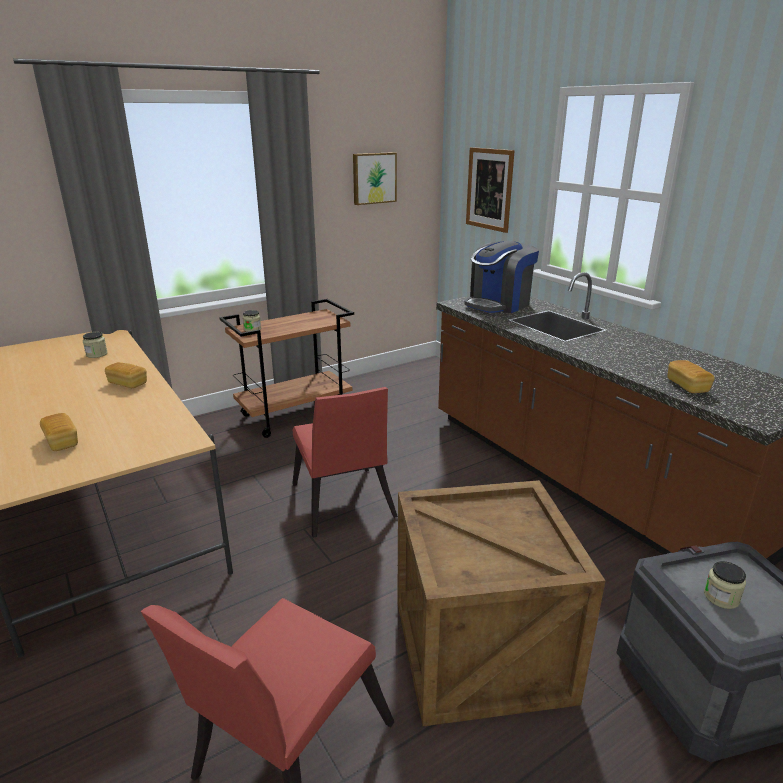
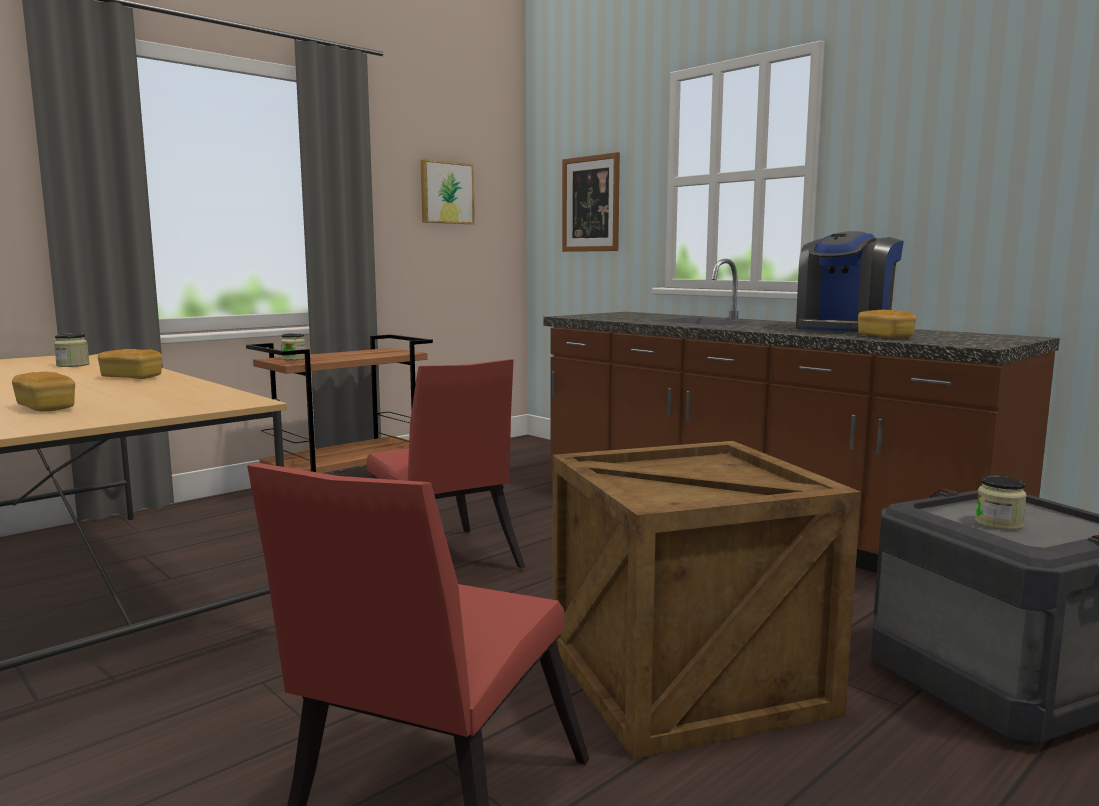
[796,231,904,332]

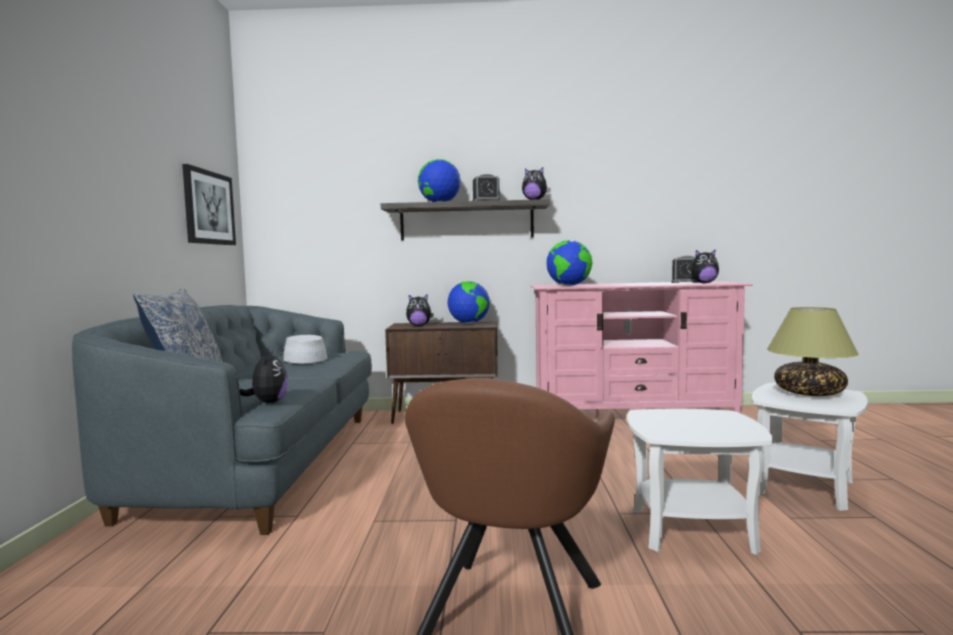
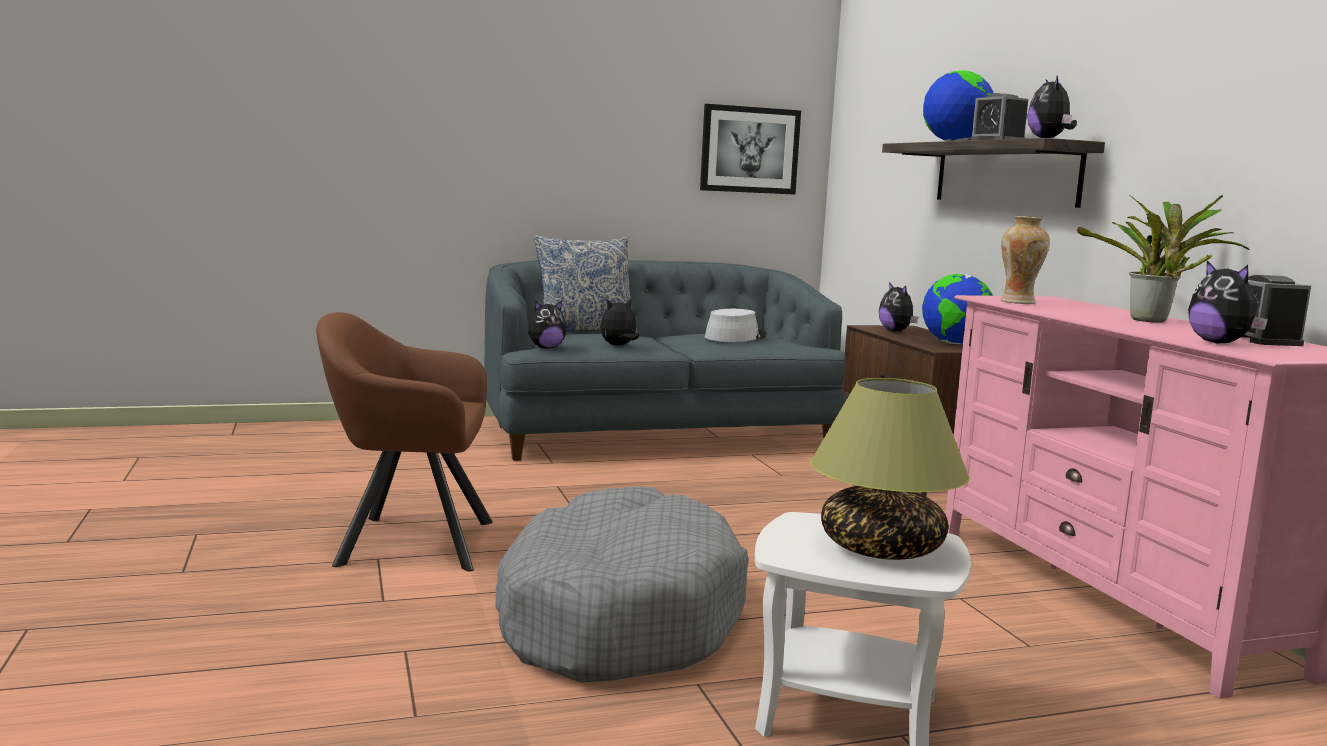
[600,299,639,346]
[1077,195,1249,323]
[1000,216,1050,304]
[496,486,749,682]

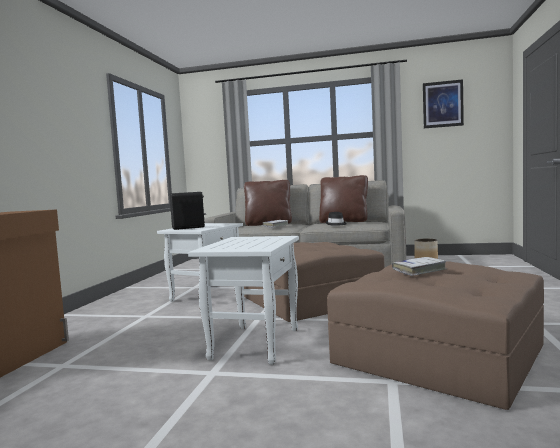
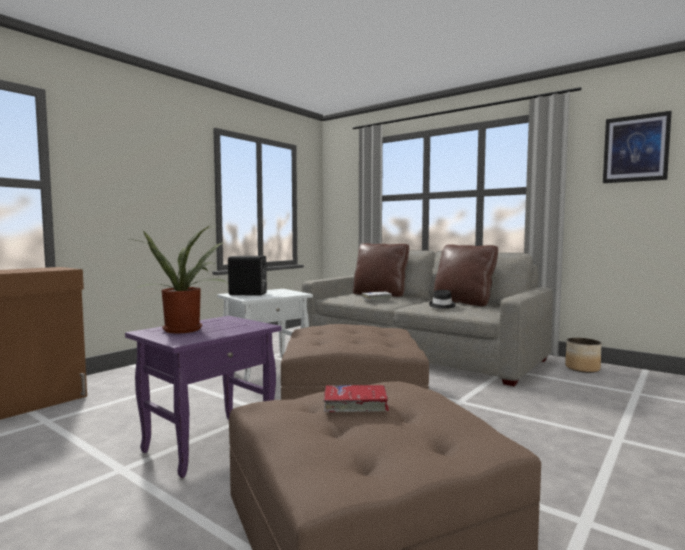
[129,226,227,333]
[125,316,281,478]
[323,385,389,412]

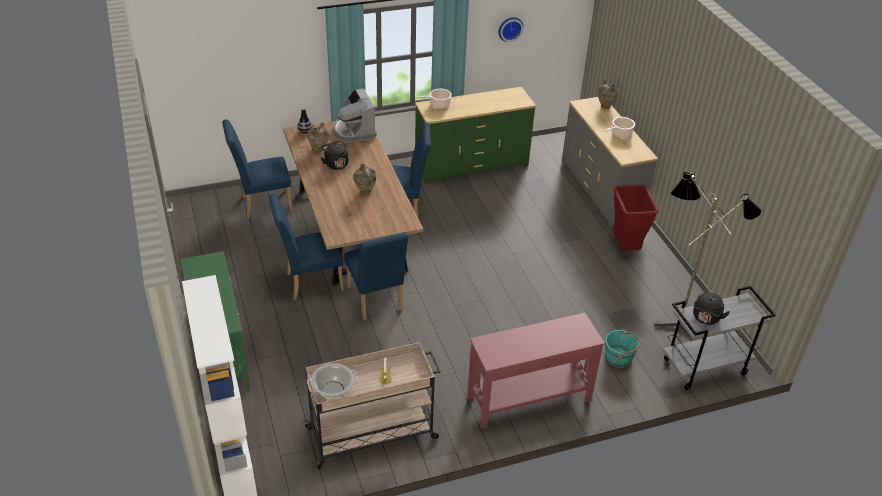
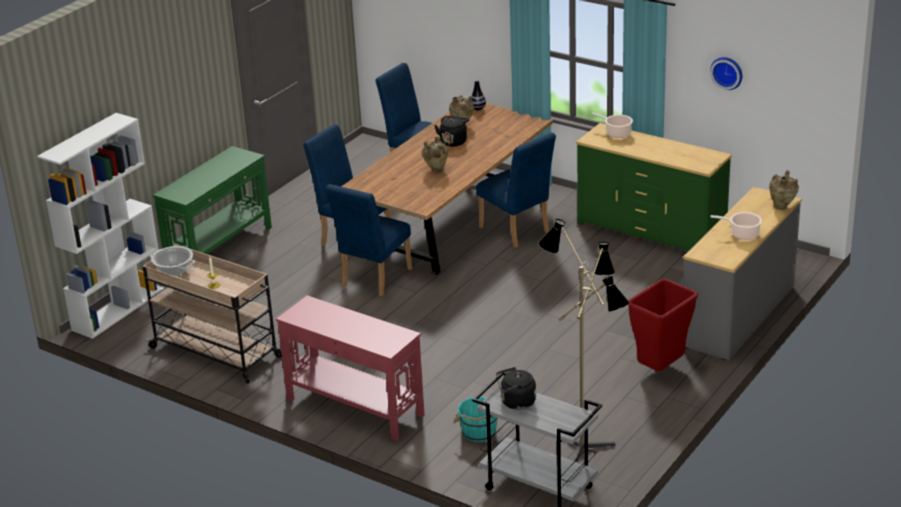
[333,89,377,143] (first image)

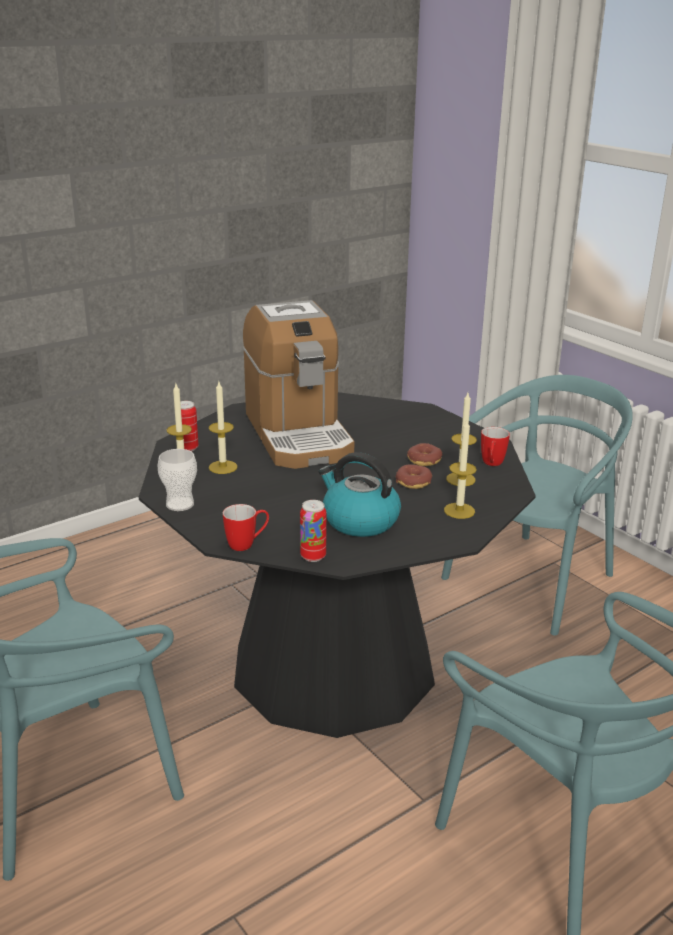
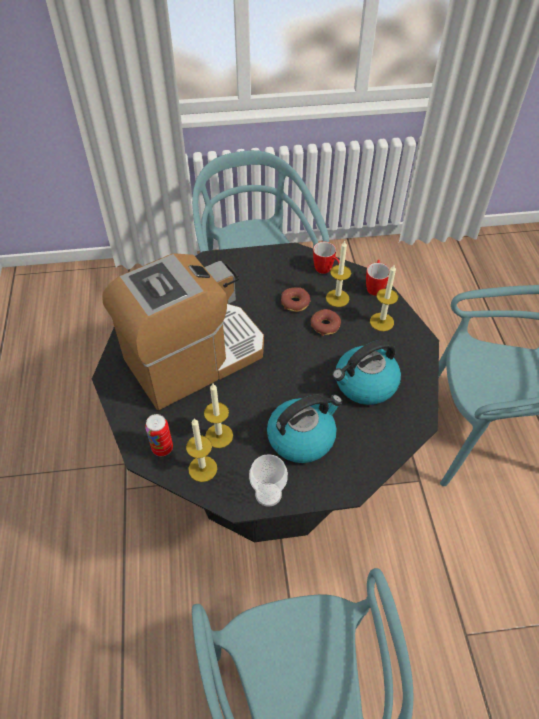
[300,500,327,562] (first image)
[267,395,342,463]
[366,260,390,296]
[102,253,264,410]

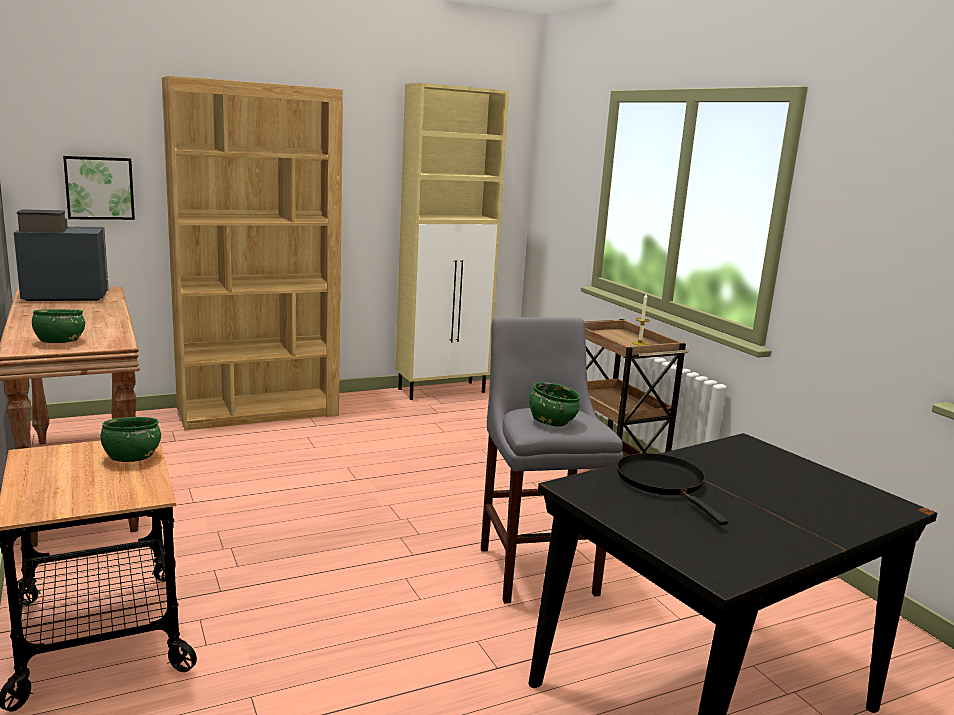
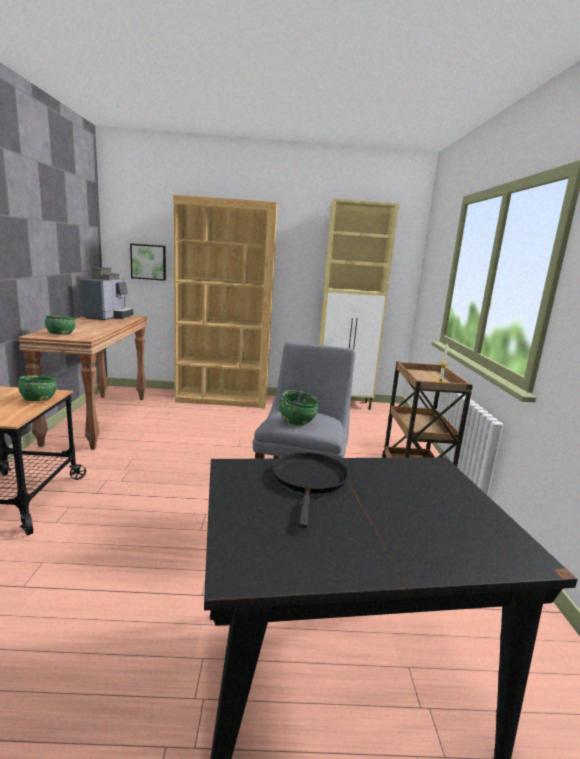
[80,267,134,320]

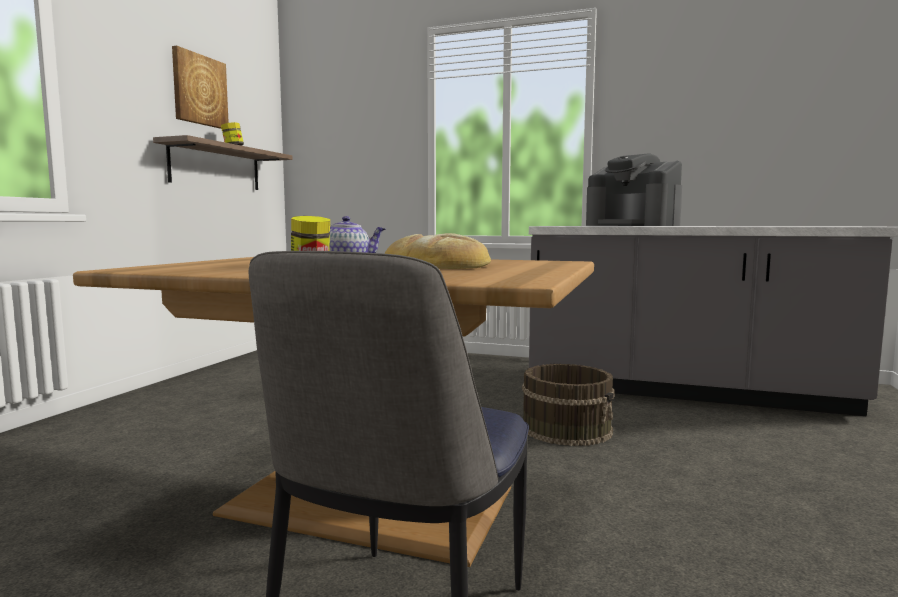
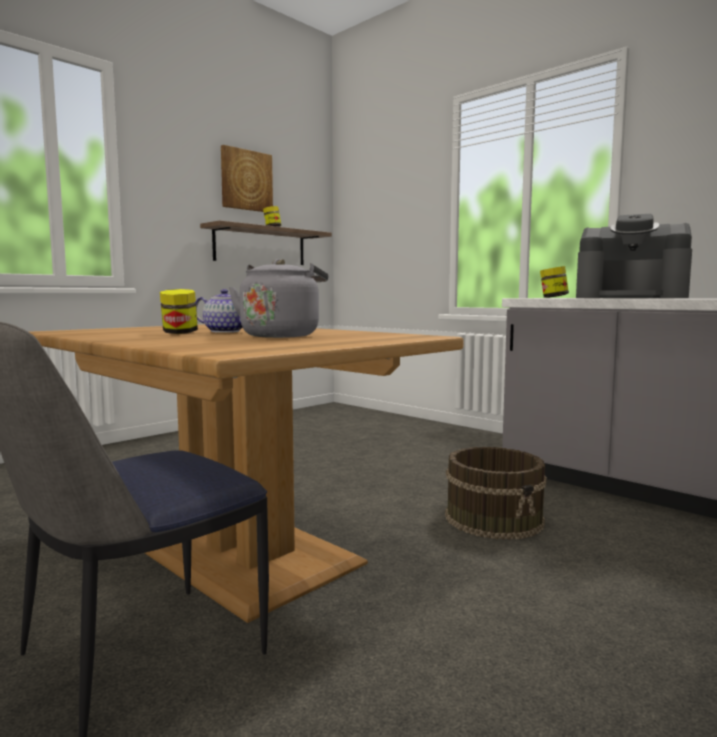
[540,266,569,298]
[229,259,328,338]
[576,214,692,298]

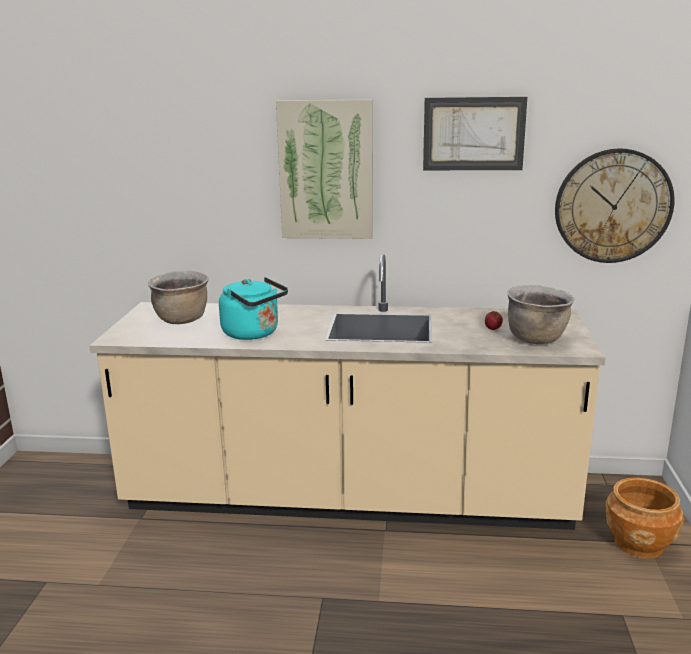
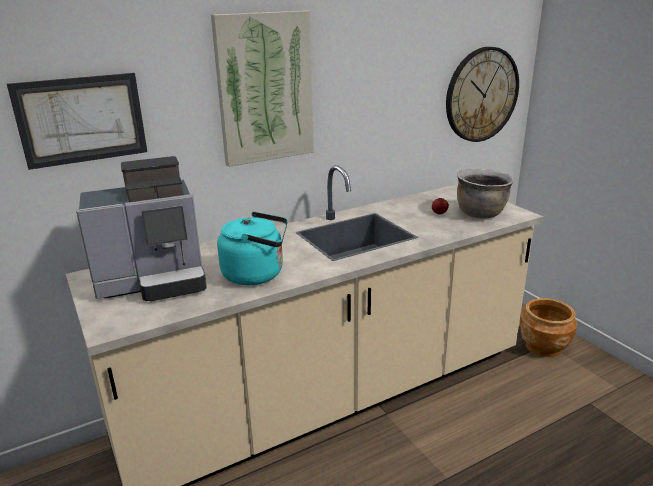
[7,73,147,170]
[76,156,207,301]

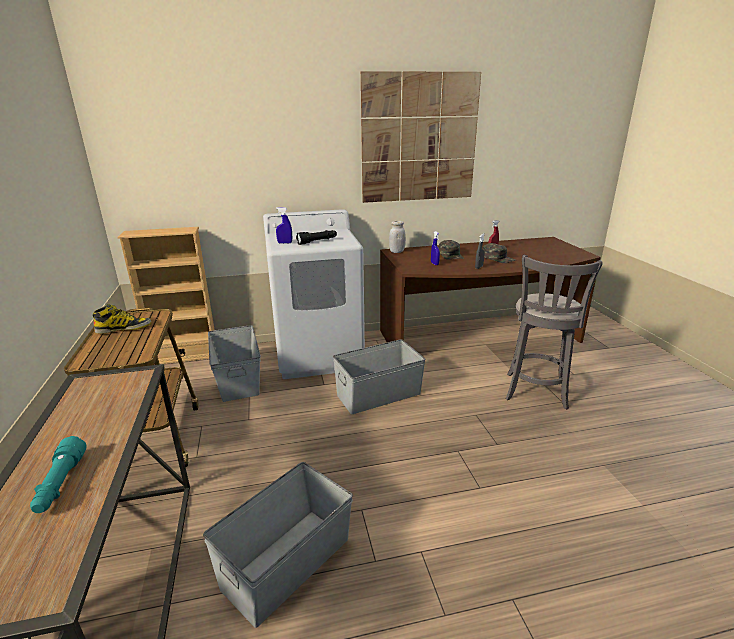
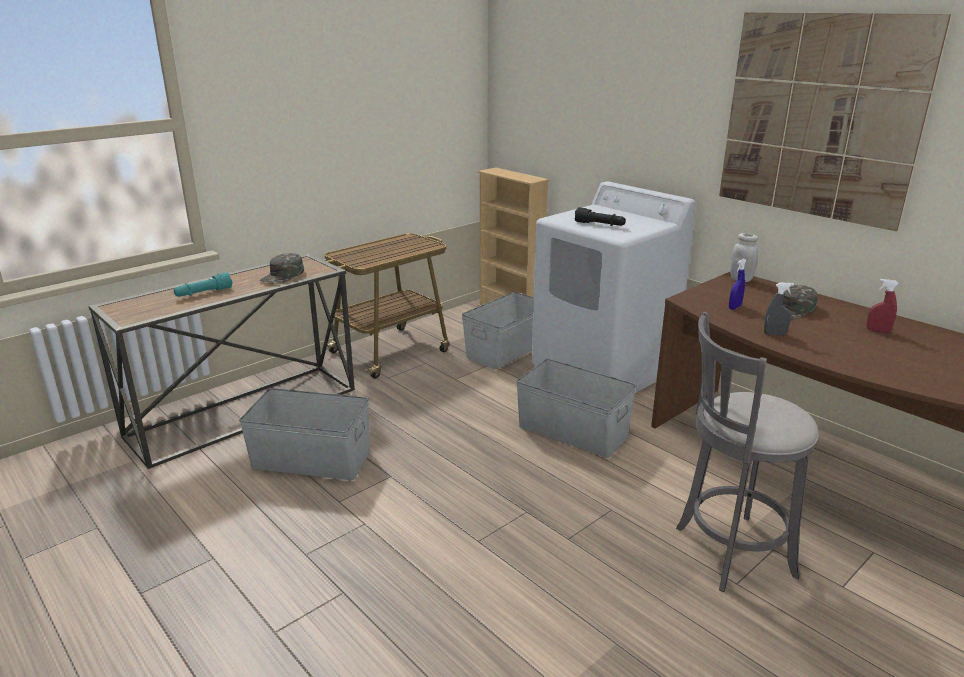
[93,304,152,334] (first image)
[276,207,292,244] (first image)
[260,253,304,284]

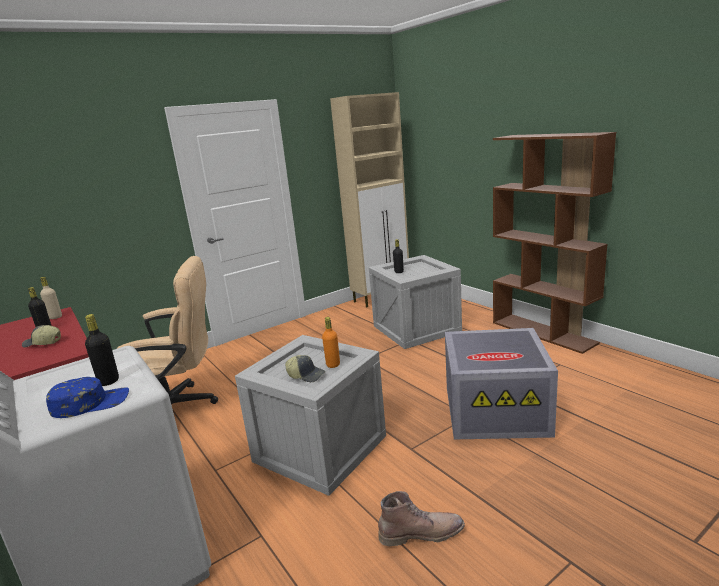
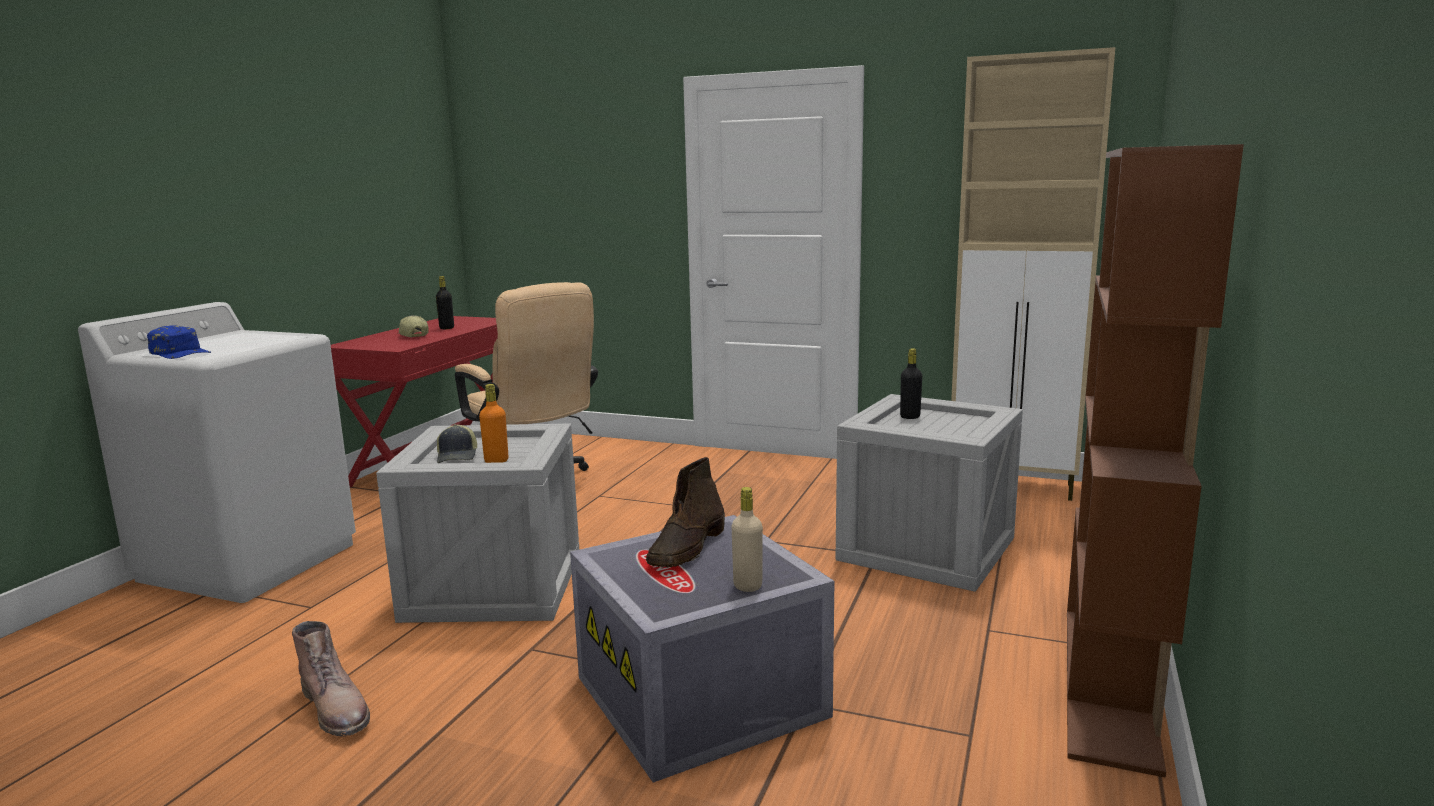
[85,314,119,386] (first image)
[646,457,725,567]
[731,487,763,592]

